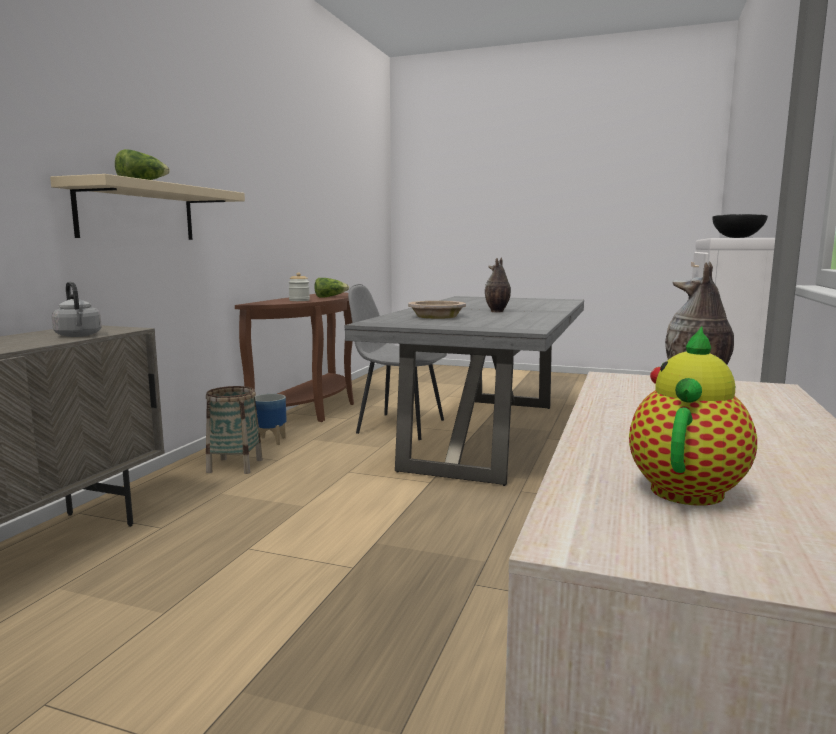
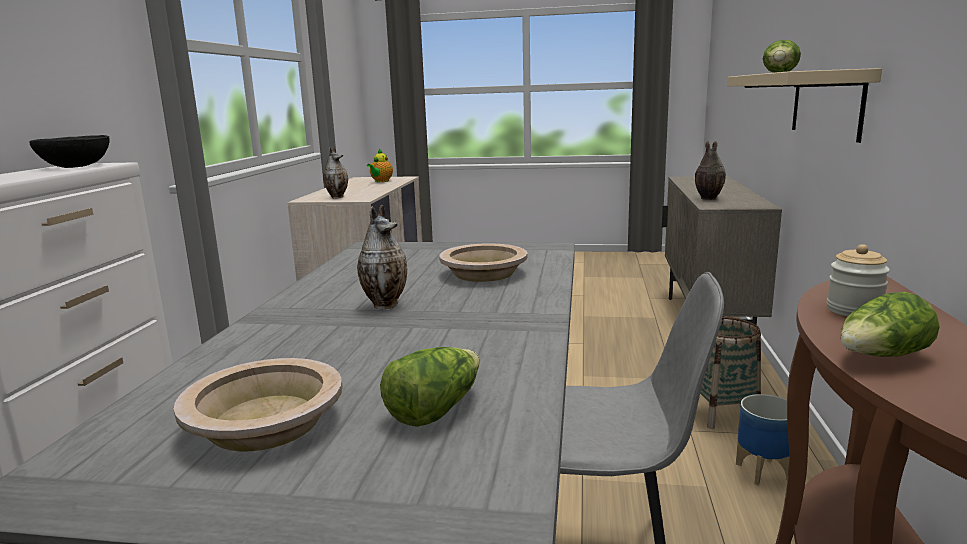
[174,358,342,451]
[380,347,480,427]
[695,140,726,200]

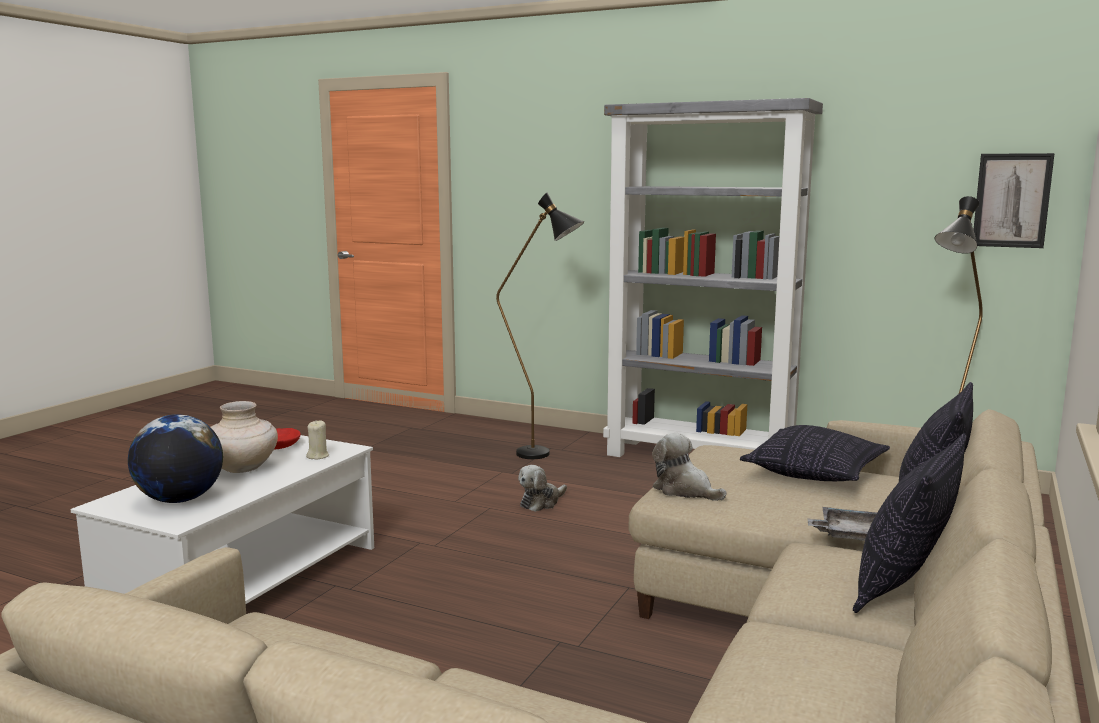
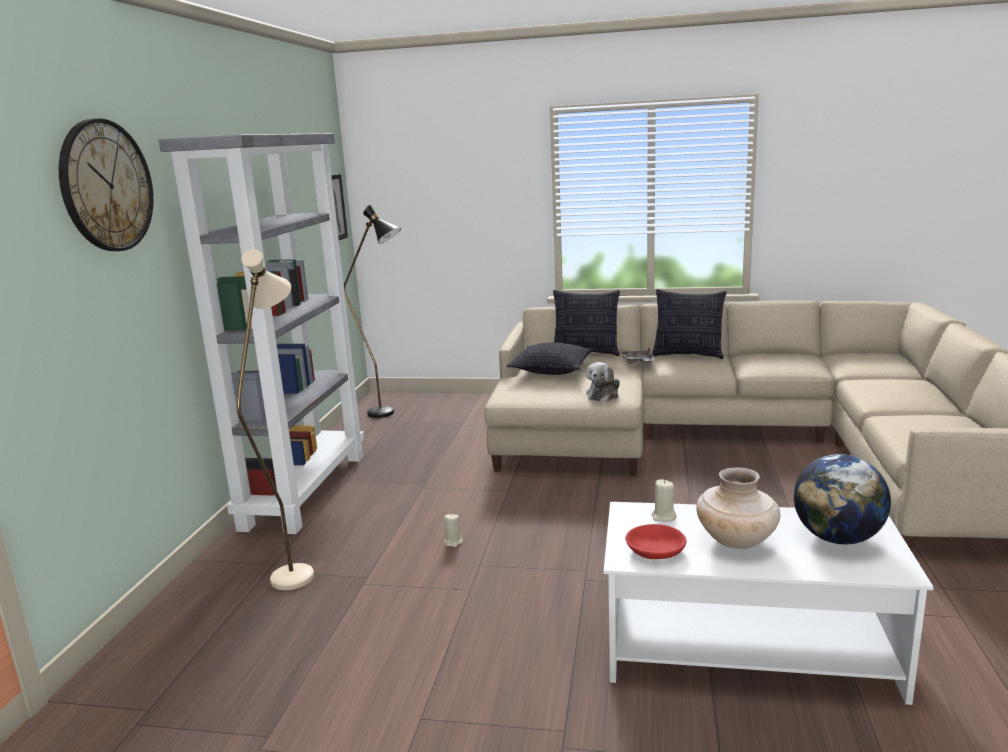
[59,118,153,251]
[444,514,463,547]
[237,249,314,590]

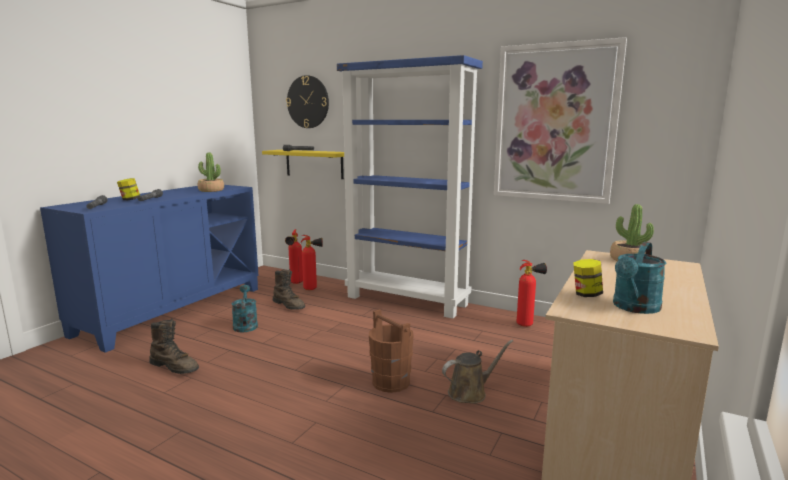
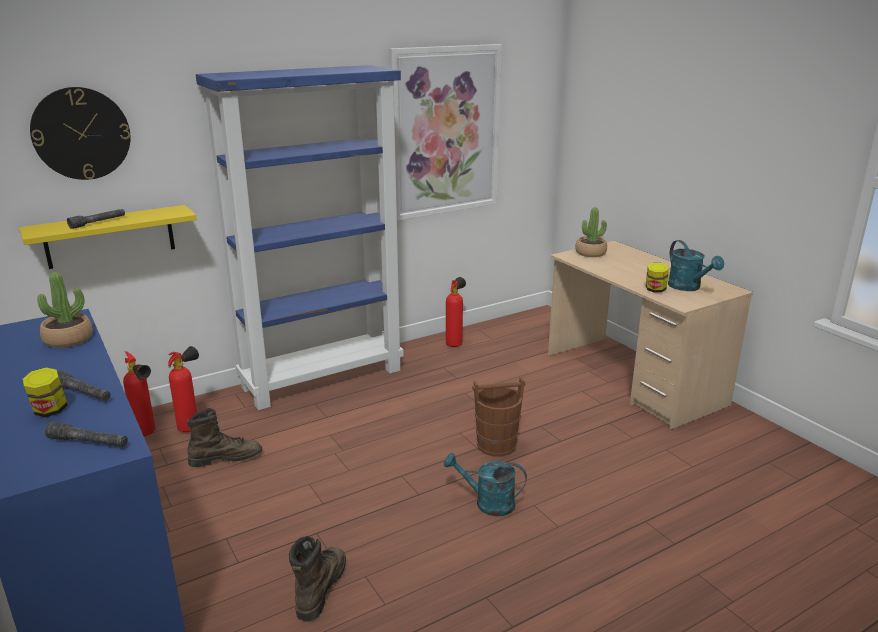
[442,340,513,404] (first image)
[444,453,527,516]
[289,536,346,621]

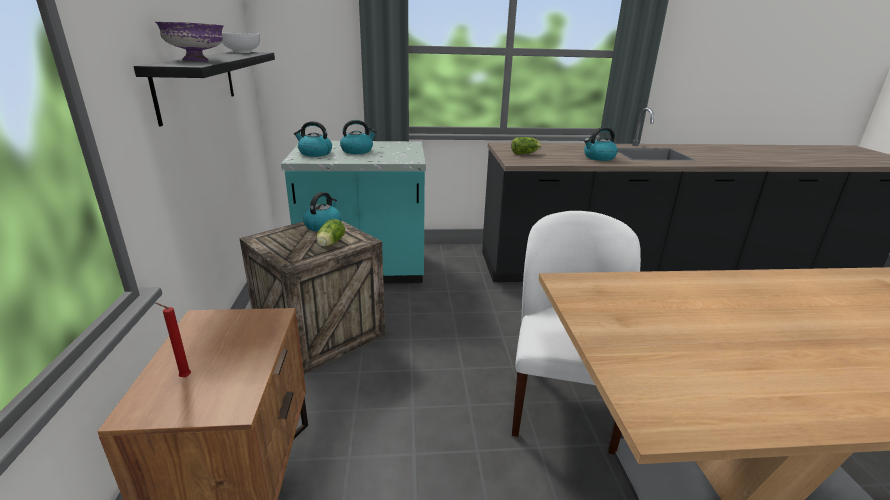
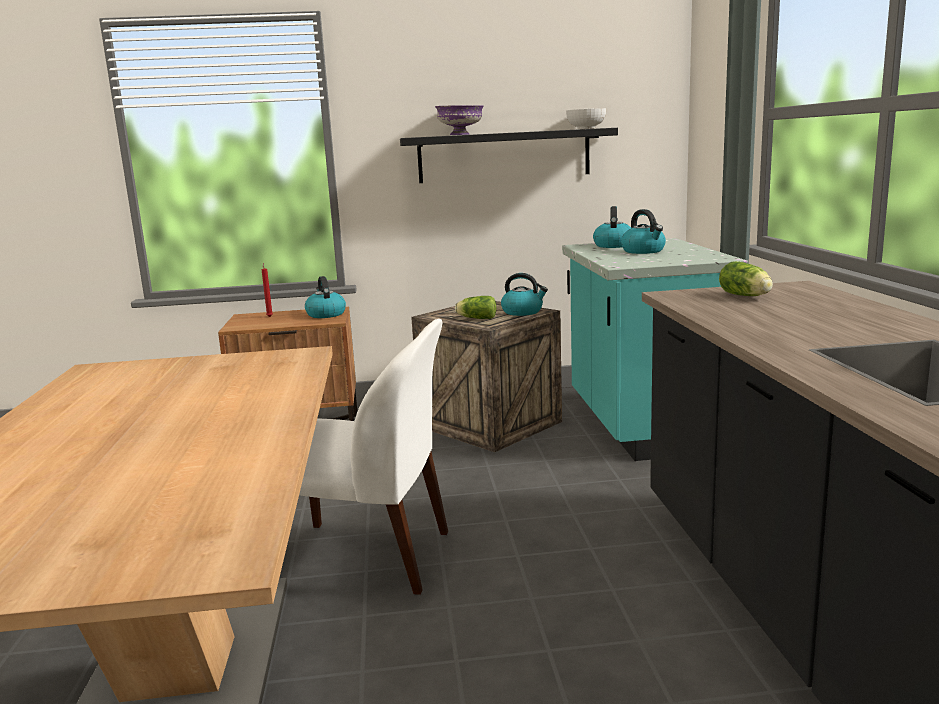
[305,276,346,318]

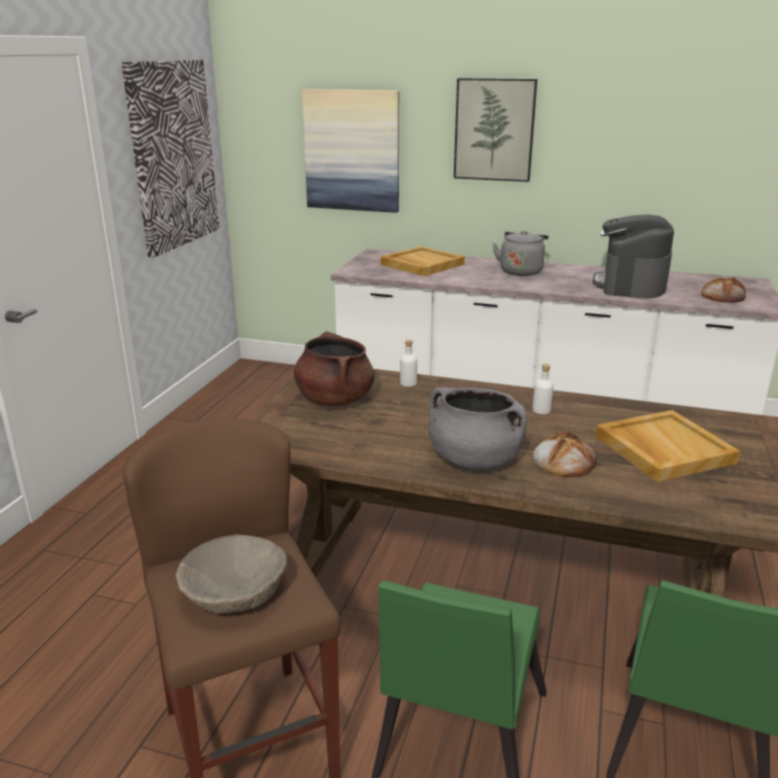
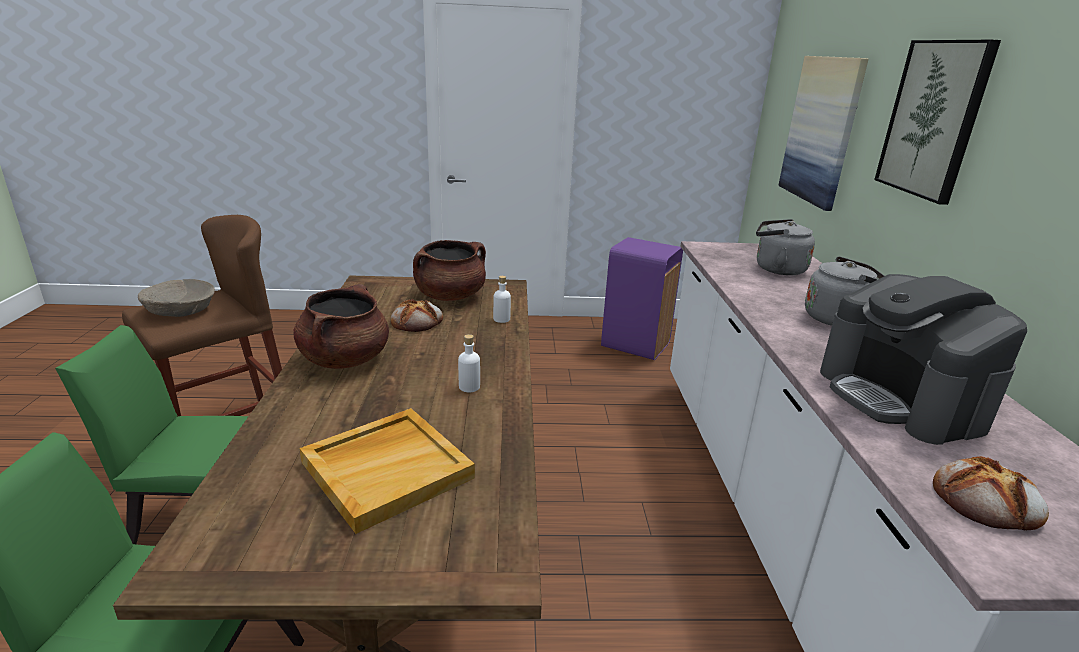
[122,60,219,258] (first image)
[601,237,683,360]
[390,299,443,332]
[756,219,815,275]
[294,284,389,369]
[820,274,1027,445]

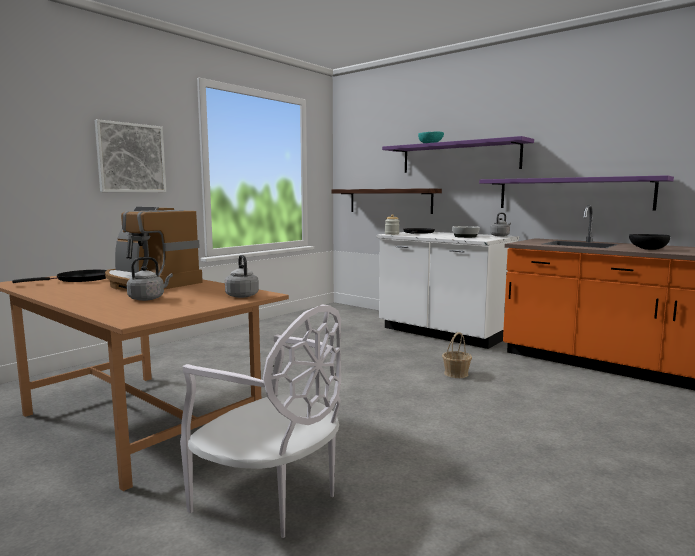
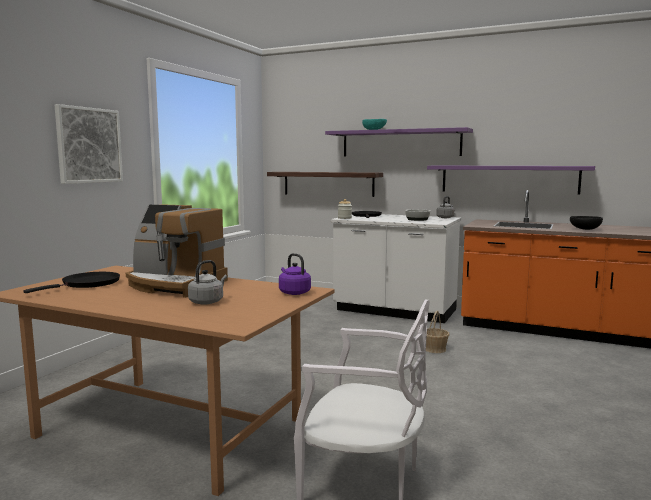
[279,253,311,295]

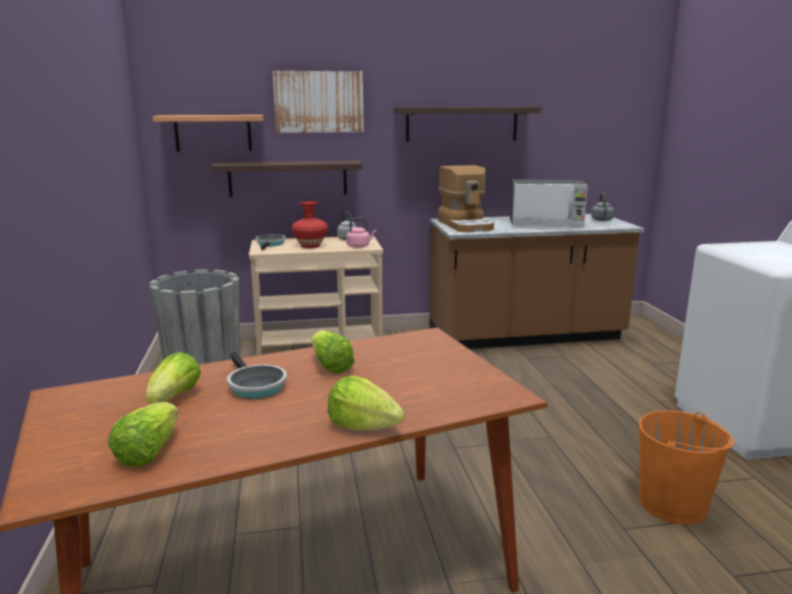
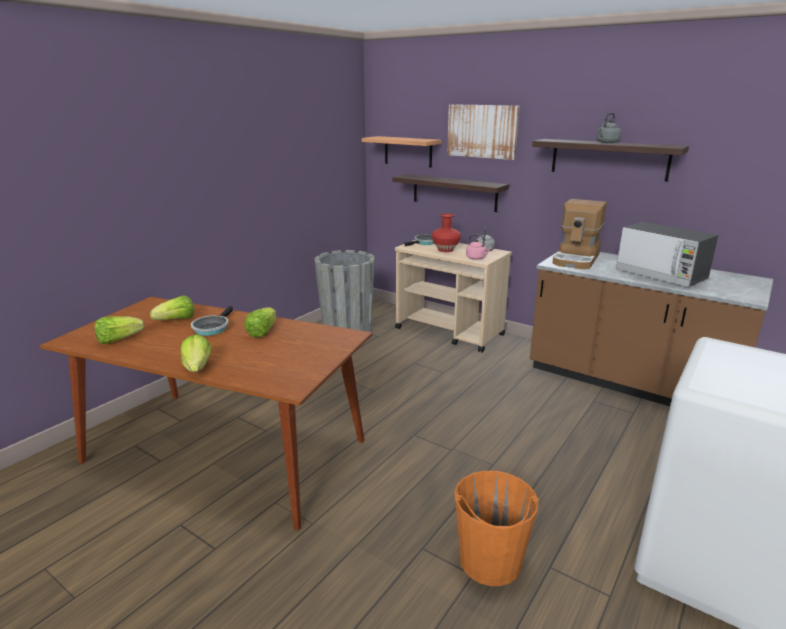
[596,113,621,143]

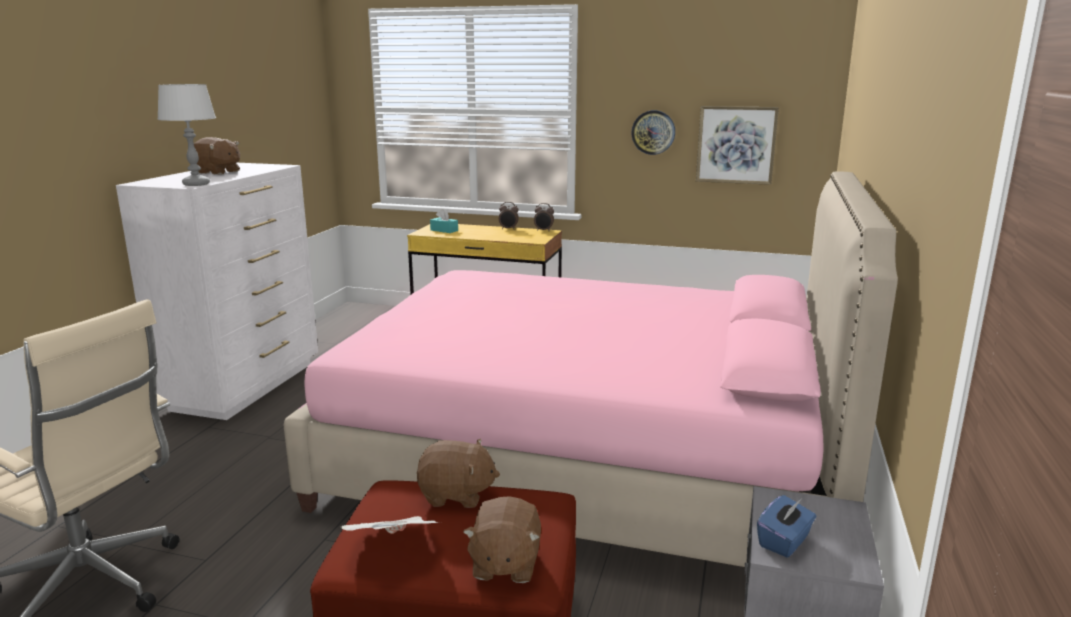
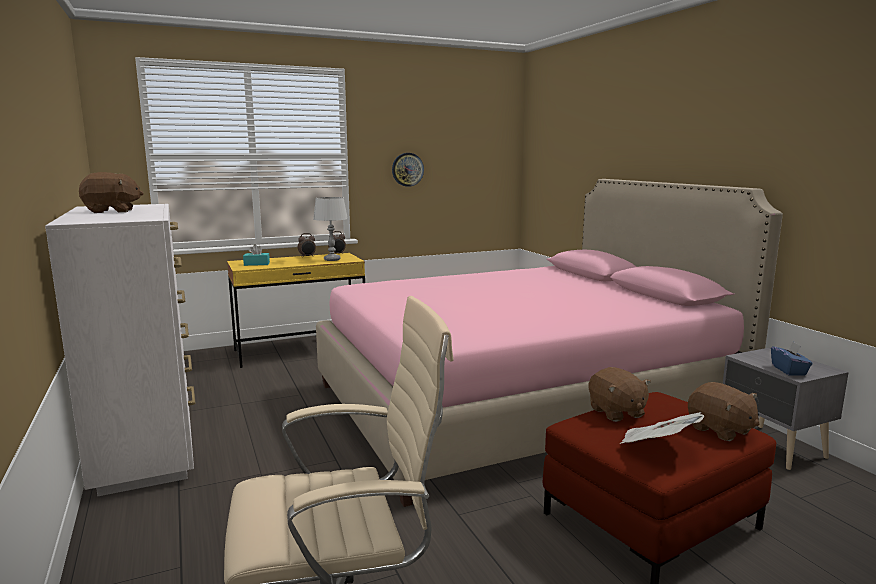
[696,106,779,185] (first image)
[313,197,348,261]
[589,367,651,422]

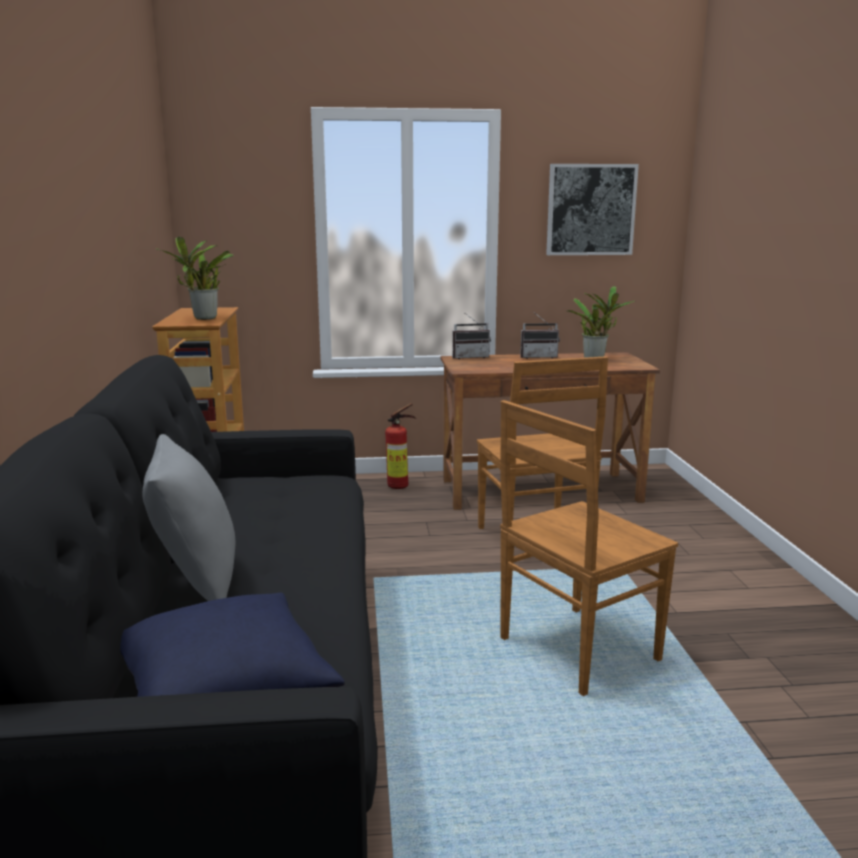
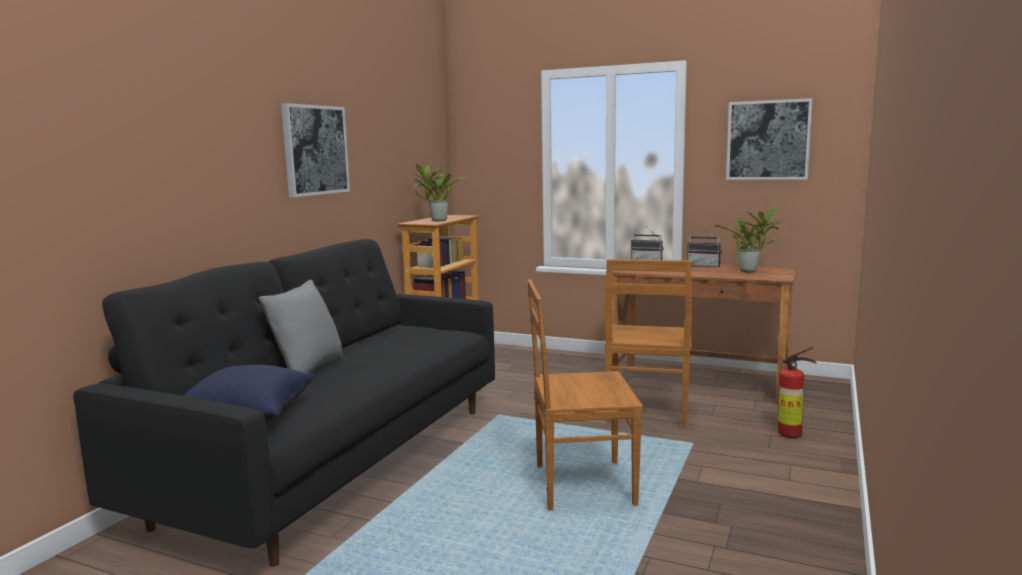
[281,103,350,197]
[778,346,817,438]

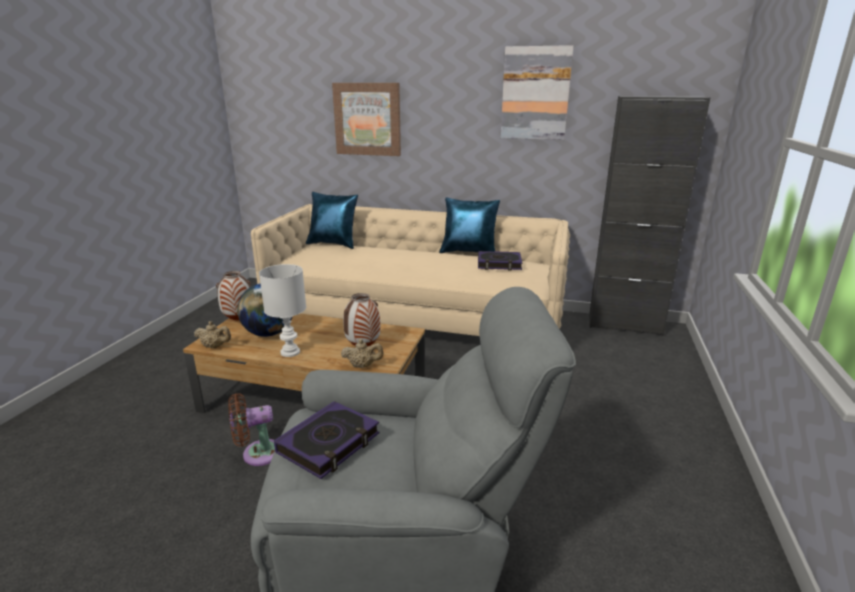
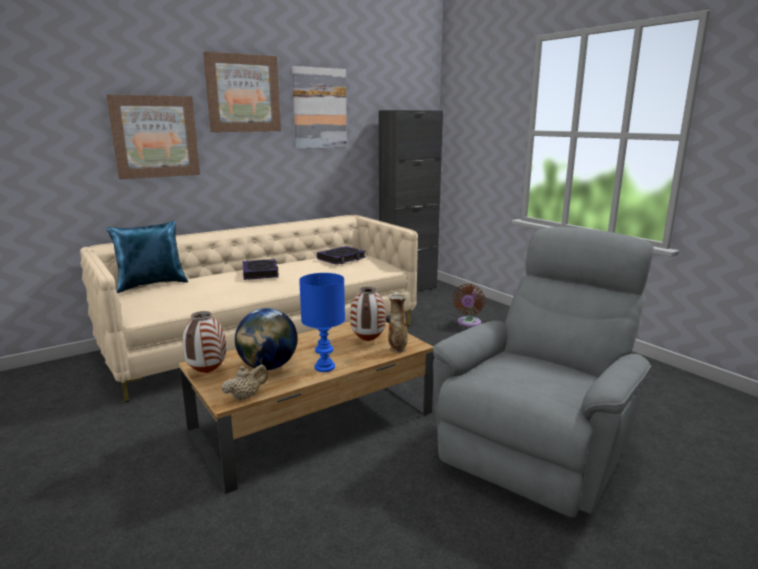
[439,197,500,253] (first image)
[203,51,281,132]
[453,284,485,327]
[243,259,279,280]
[388,293,408,353]
[299,273,345,372]

